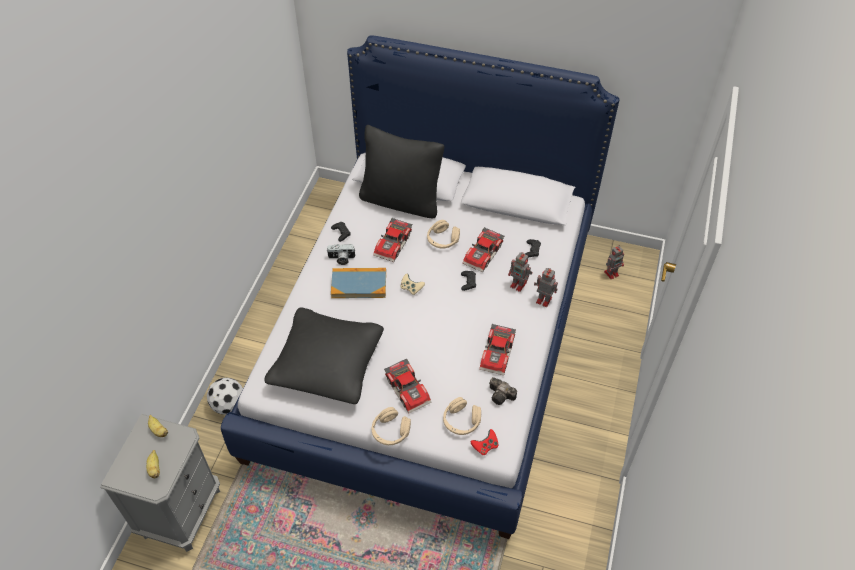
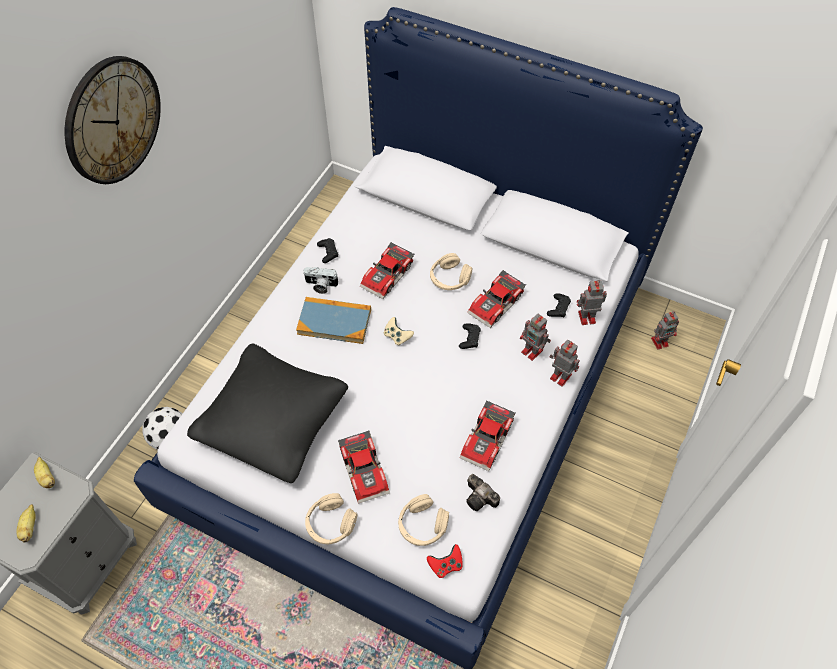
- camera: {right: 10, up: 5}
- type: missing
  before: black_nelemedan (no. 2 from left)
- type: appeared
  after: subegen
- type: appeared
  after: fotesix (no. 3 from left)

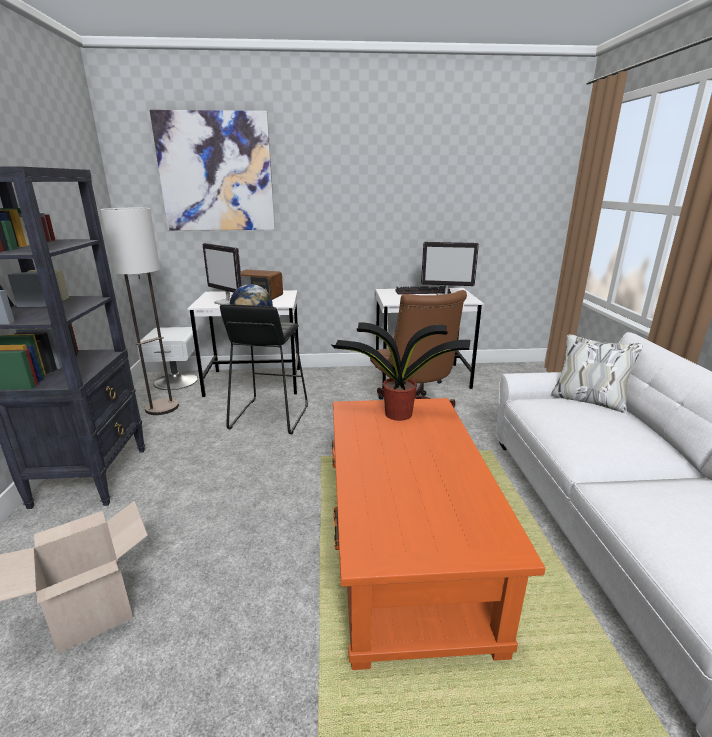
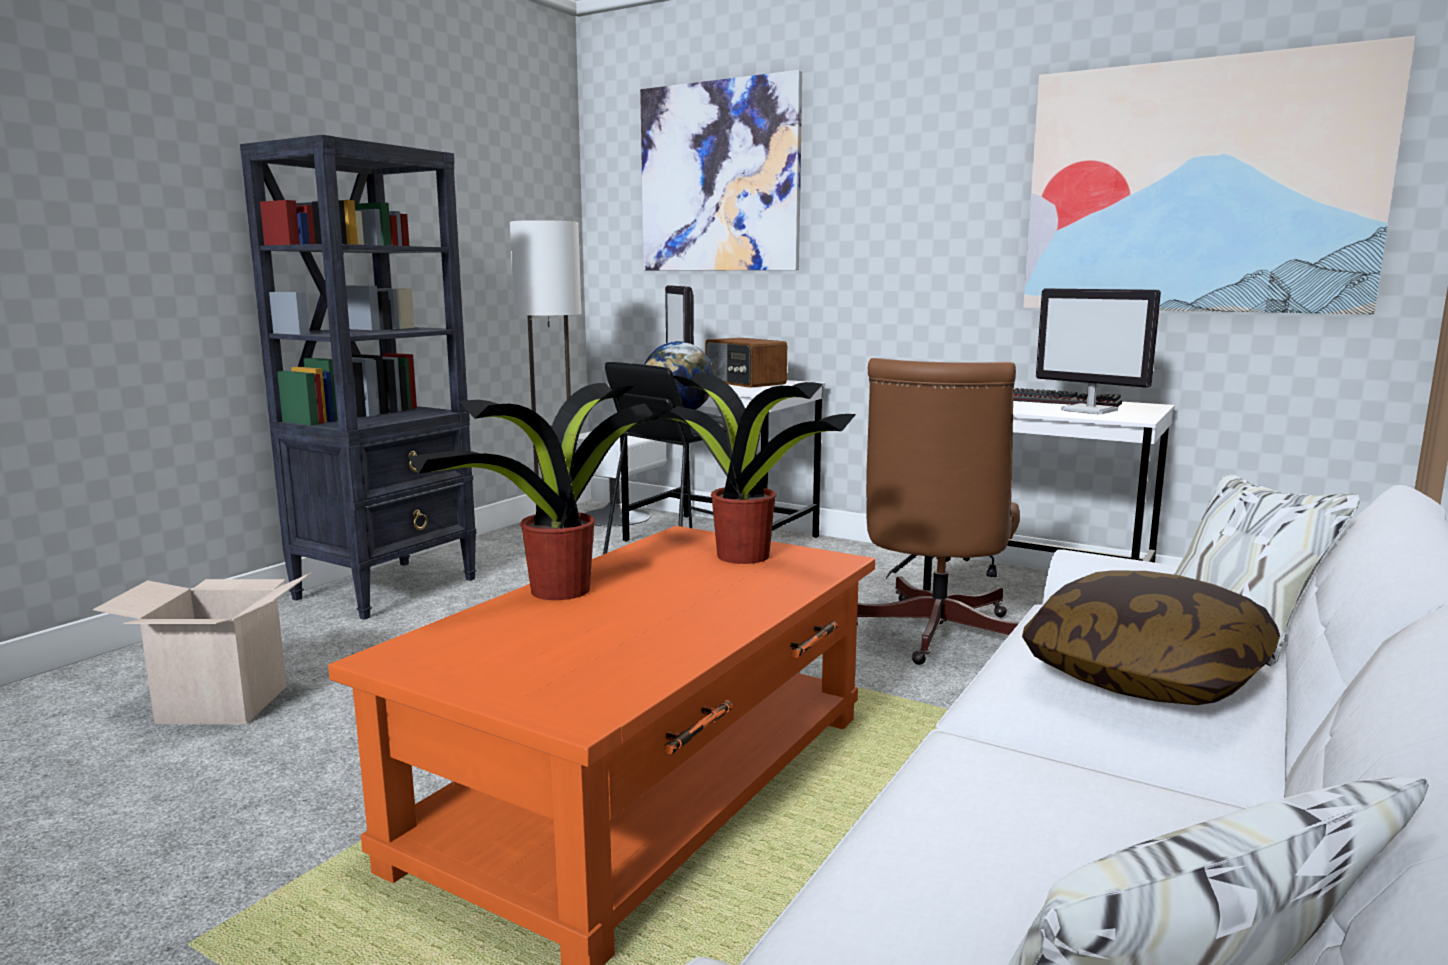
- camera: {right: 35, up: -10}
- type: appeared
  after: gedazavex (no. 2 from left)
- type: appeared
  after: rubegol (no. 1 from left)
- type: appeared
  after: nelemedan

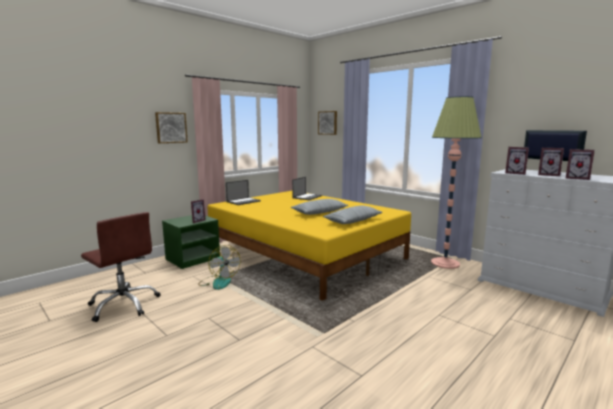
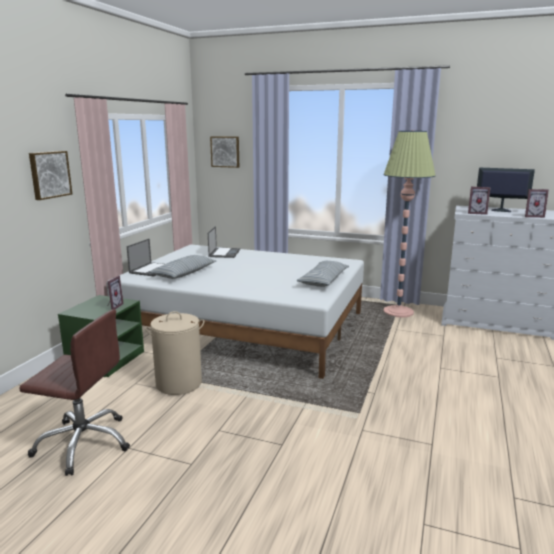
- camera: {right: -25, up: 5}
- type: missing
  before: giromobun (no. 3 from left)
- type: colour
  before: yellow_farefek
  after: white_farefek
- type: relocated
  before: nelemedan (no. 1 from left)
- type: exchanged
  before: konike
  after: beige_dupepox

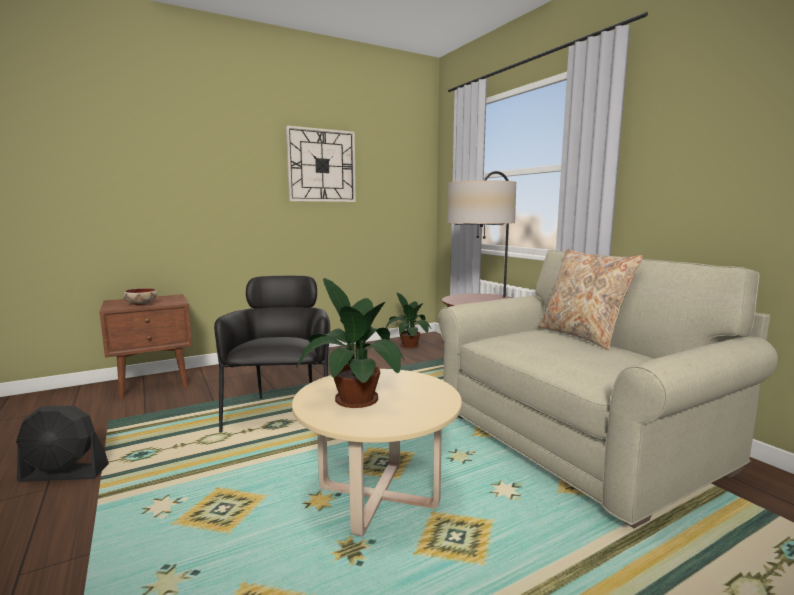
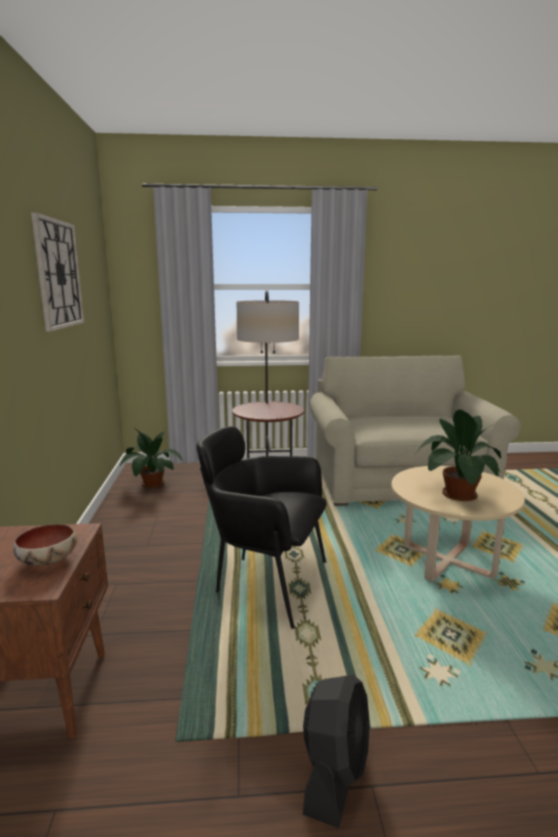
- camera: {right: -65, up: 5}
- type: missing
  before: beige_nelemedan

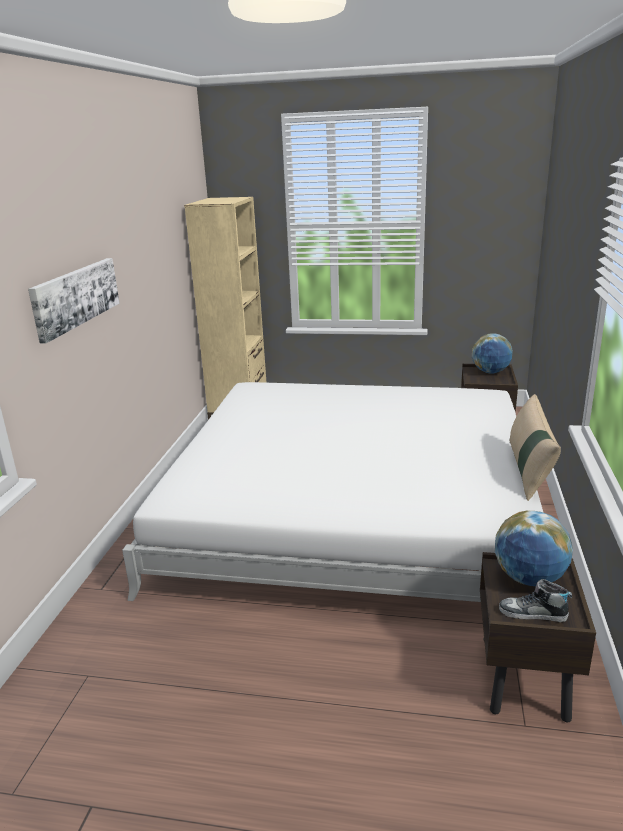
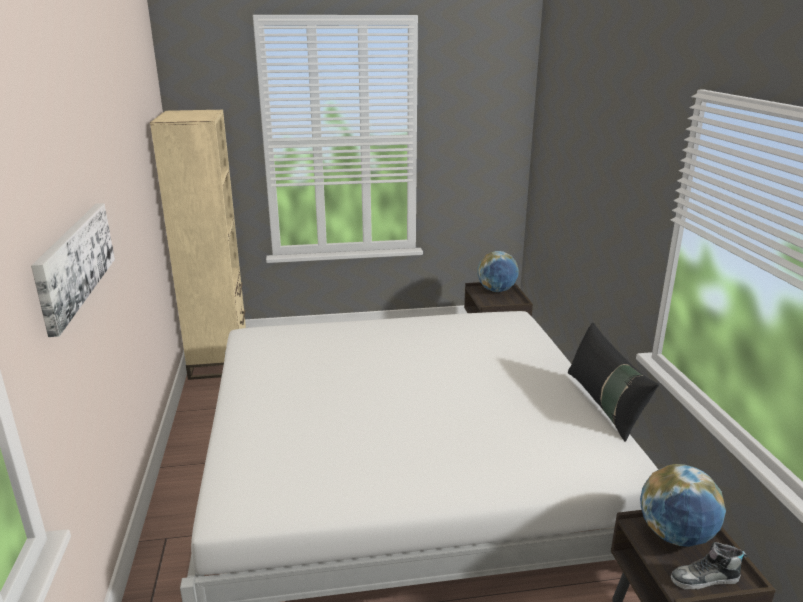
- camera: {right: -20, up: 0}
- type: colour
  before: beige_nelemedan
  after: black_nelemedan

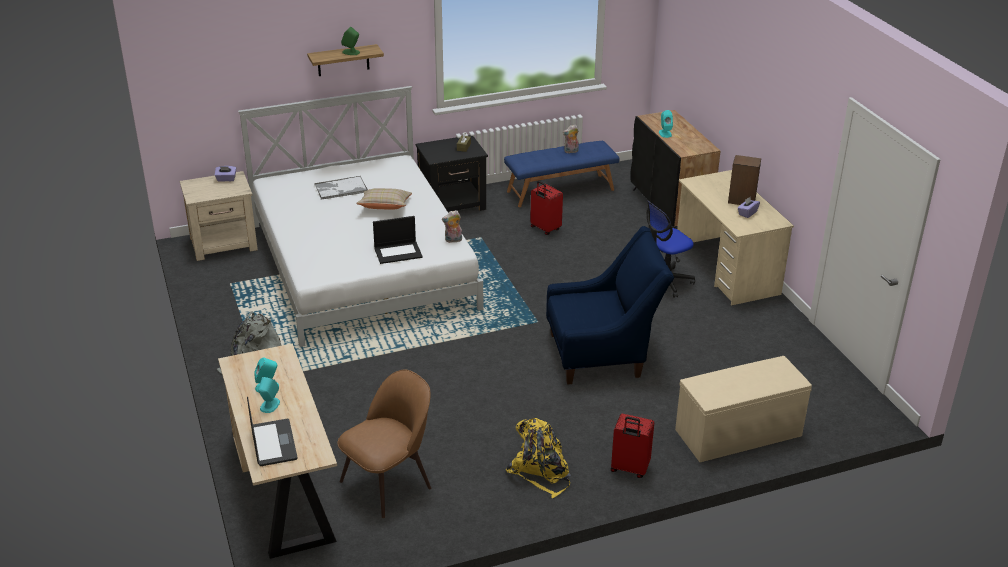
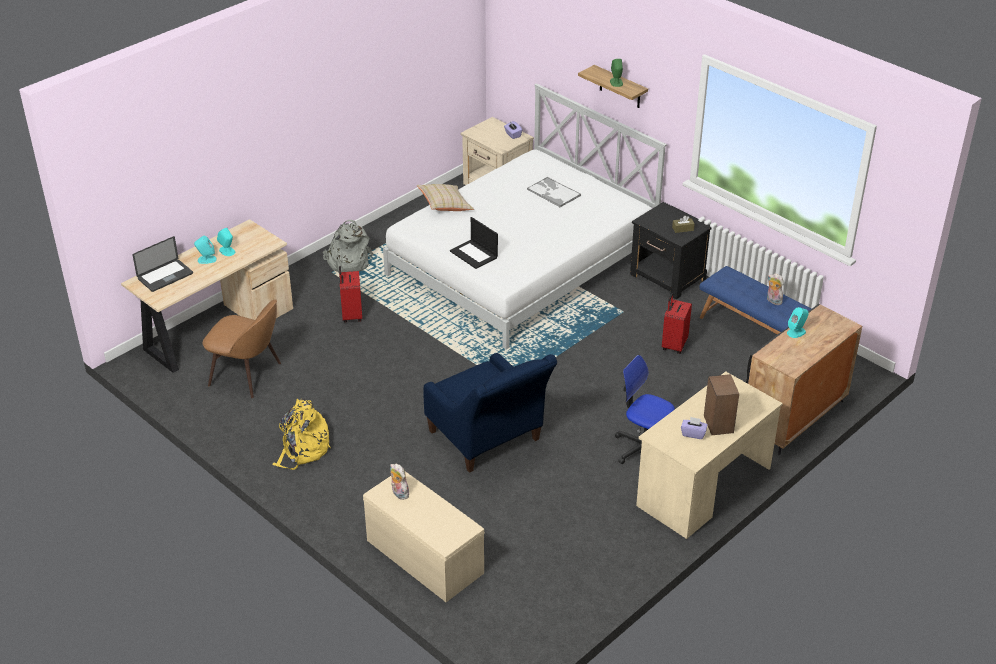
- camera: {right: 65, up: 5}
- type: relocated
  before: beige_nelemedan
- type: relocated
  before: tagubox (no. 1 from left)
- type: relocated
  before: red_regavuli (no. 2 from left in the first image)
  after: red_regavuli (no. 1 from left)

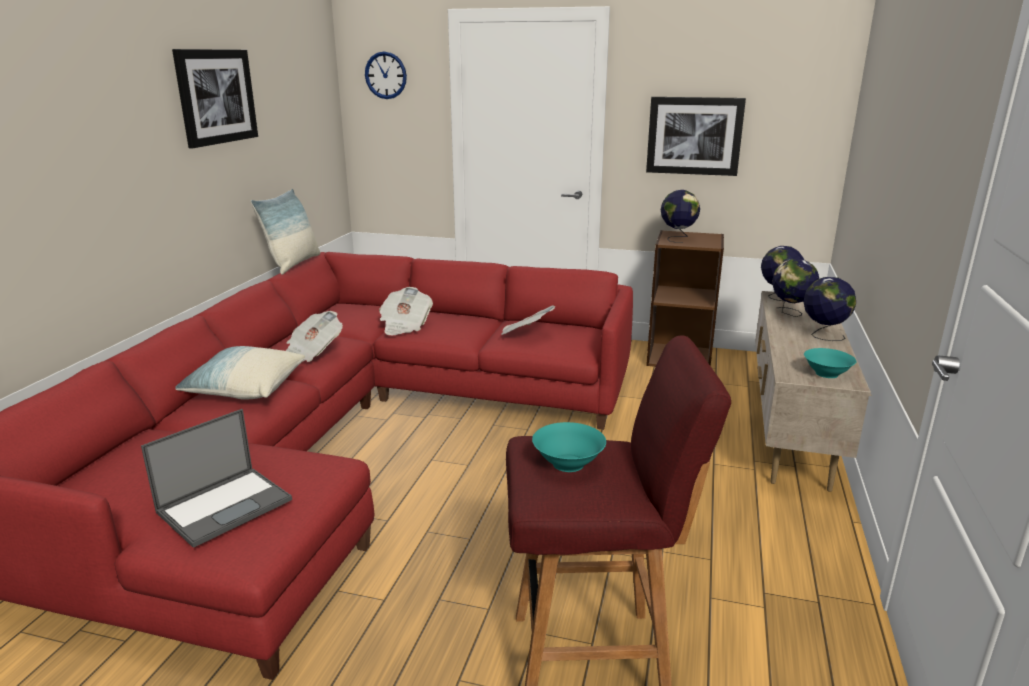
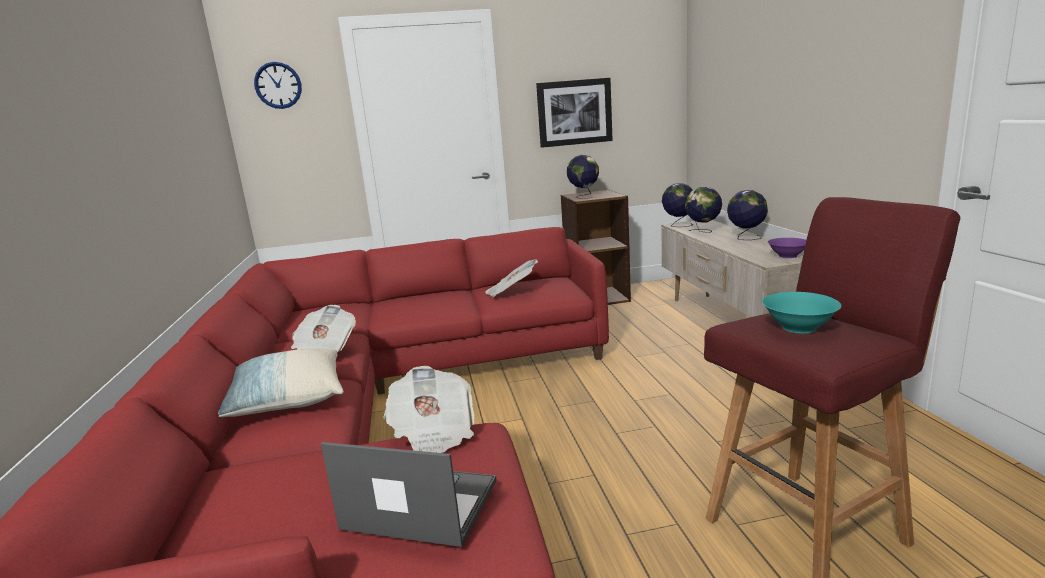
- camera: {right: -25, up: -5}
- type: missing
  before: gedazavex (no. 1 from left)
- type: missing
  before: nelemedan (no. 2 from left)
- type: relocated
  before: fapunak (no. 2 from left)
- type: colour
  before: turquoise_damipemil (no. 2 from left)
  after: purple_damipemil
- type: spun
  before: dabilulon
  turn: -90

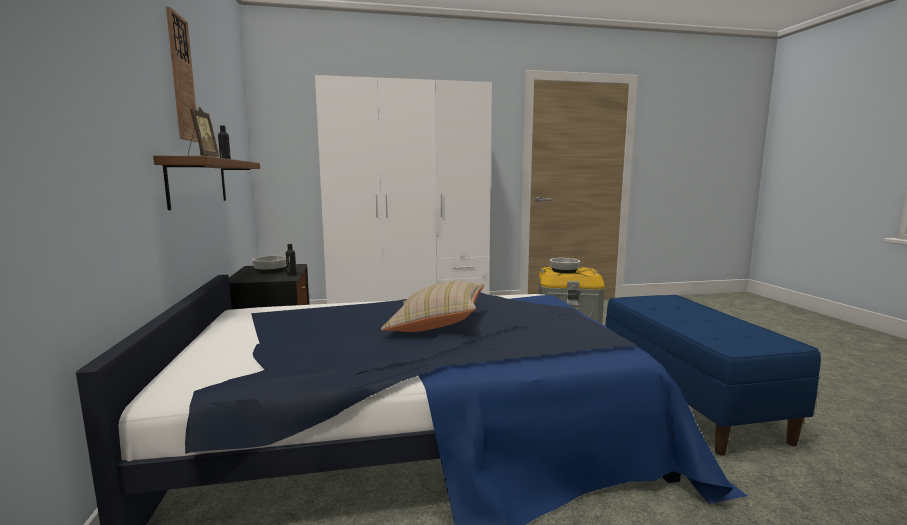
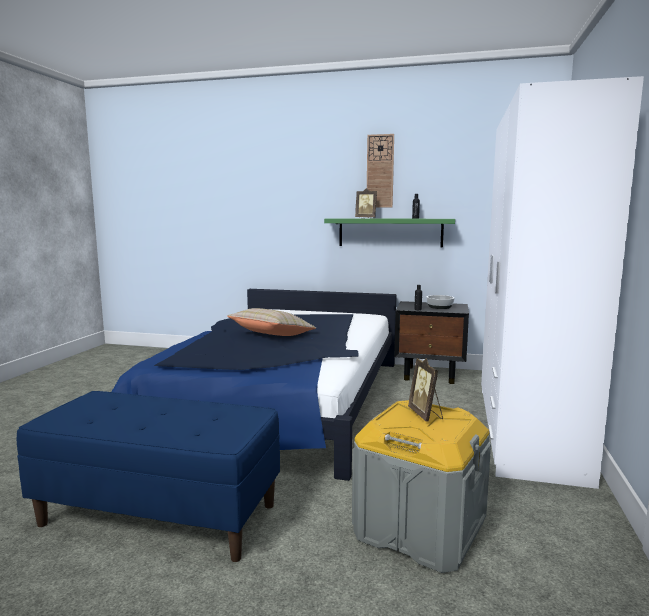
- camera: {right: 115, up: 0}
- type: colour
  before: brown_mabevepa
  after: green_mabevepa
- type: exchanged
  before: damipemil (no. 2 from left)
  after: giromobun (no. 2 from left)

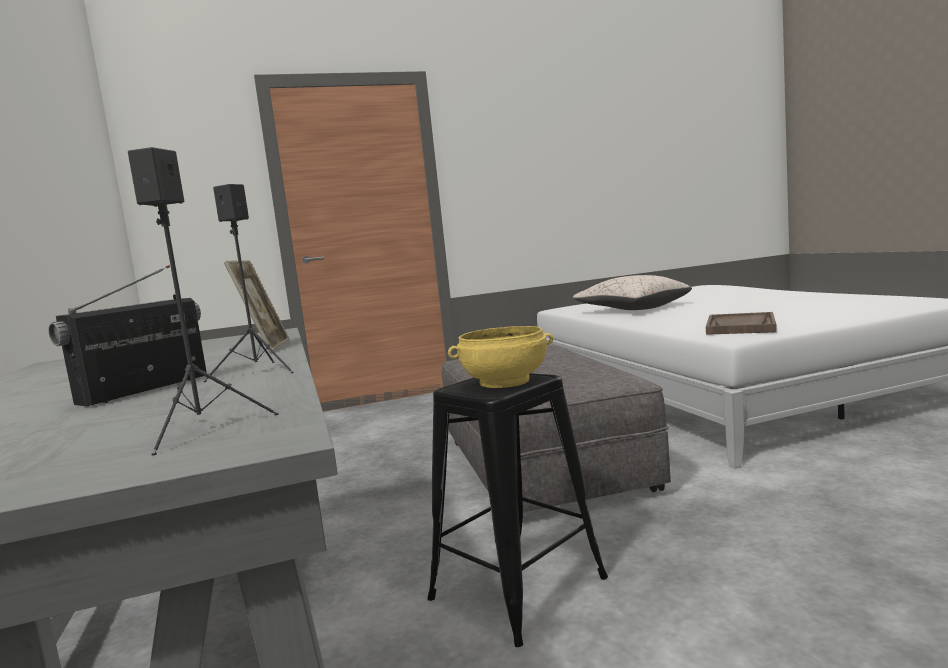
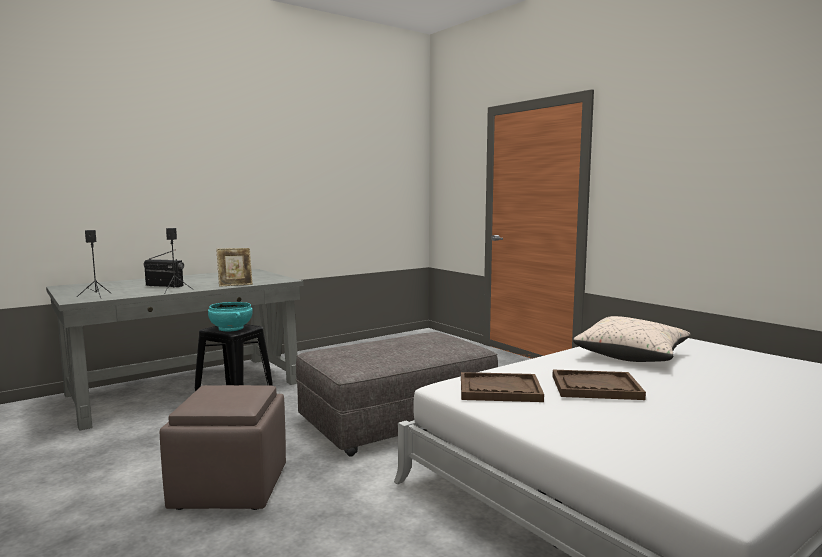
- camera: {right: 70, up: 0}
- type: colour
  before: yellow_damipemil
  after: turquoise_damipemil
- type: appeared
  after: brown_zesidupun (no. 2 from left)
- type: appeared
  after: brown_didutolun

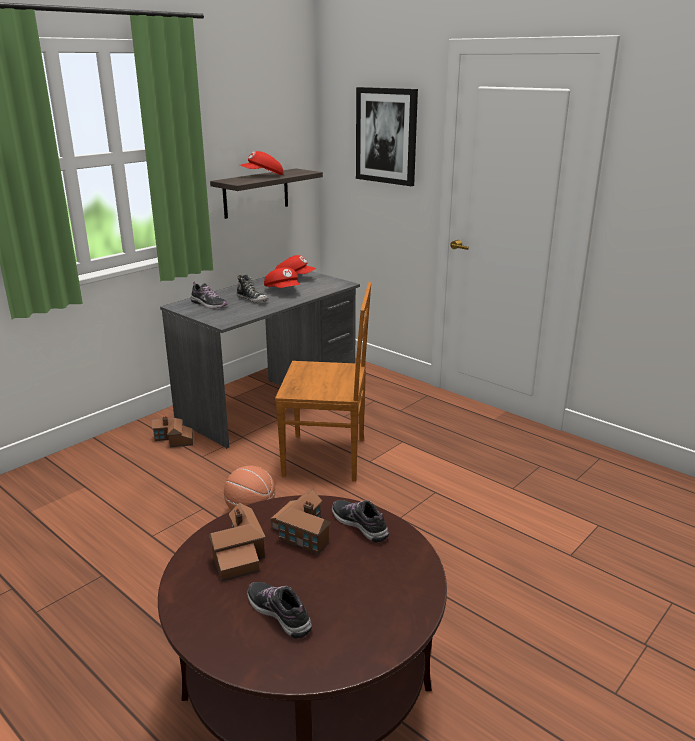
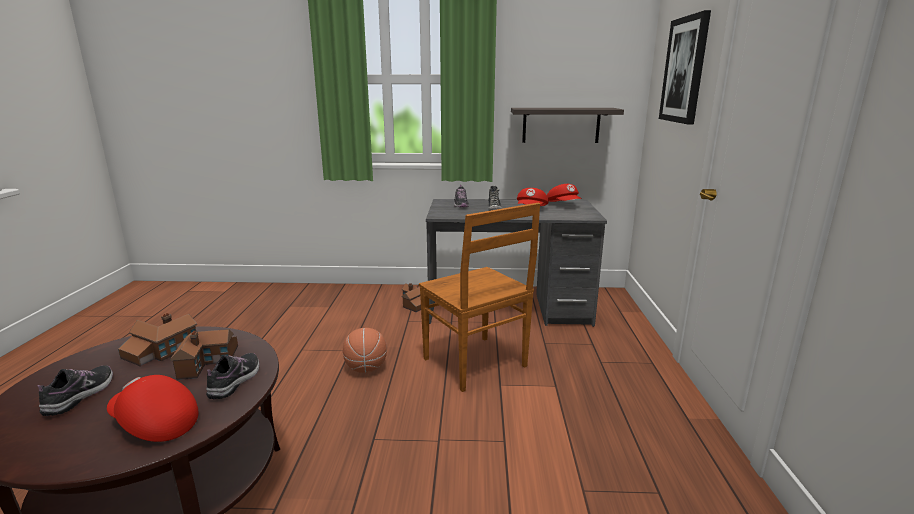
- camera: {right: 50, up: -5}
- type: relocated
  before: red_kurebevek (no. 1 from left)

